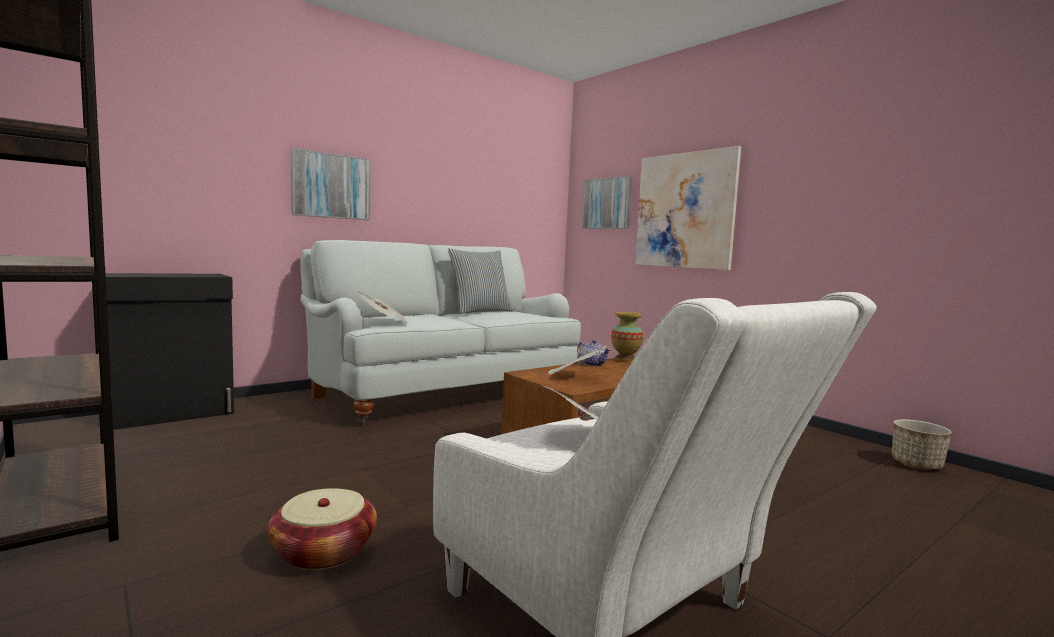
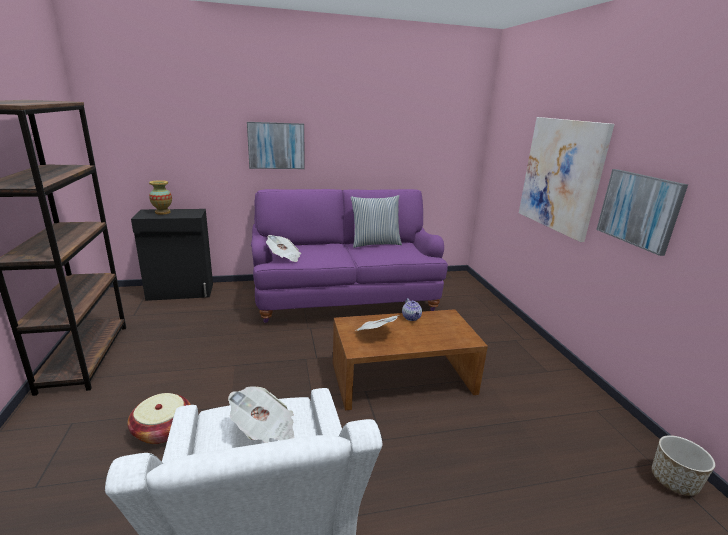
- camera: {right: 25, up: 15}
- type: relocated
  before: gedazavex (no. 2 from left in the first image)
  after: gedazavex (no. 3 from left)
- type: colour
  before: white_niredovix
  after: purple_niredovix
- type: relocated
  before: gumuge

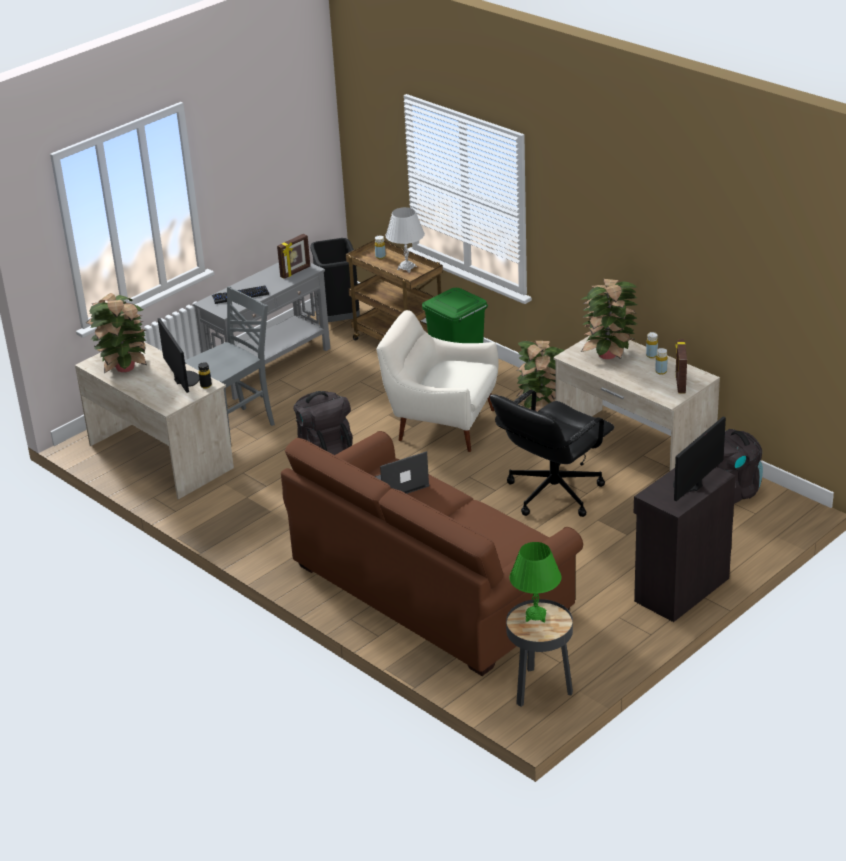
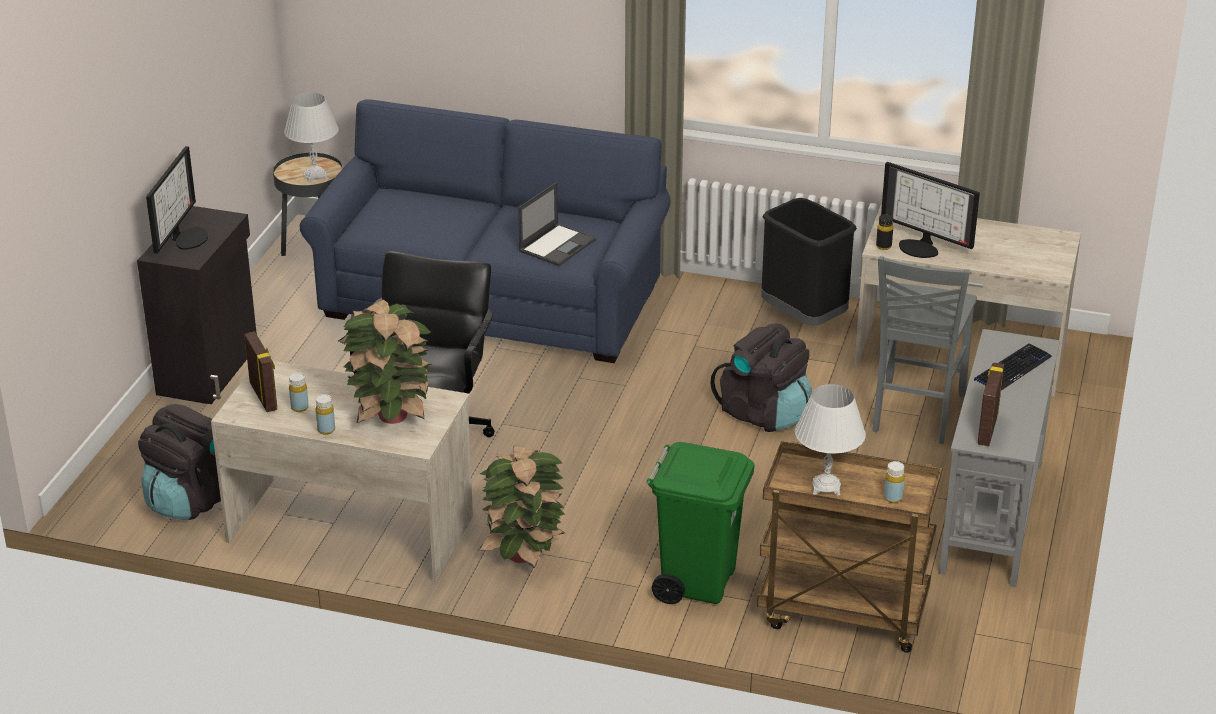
- camera: {right: 150, up: 0}
- type: relocated
  before: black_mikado
- type: missing
  before: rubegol (no. 1 from left)
- type: missing
  before: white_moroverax
- type: colour
  before: brown_niredovix
  after: blue_niredovix
- type: colour
  before: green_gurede
  after: white_gurede (no. 1 from left)

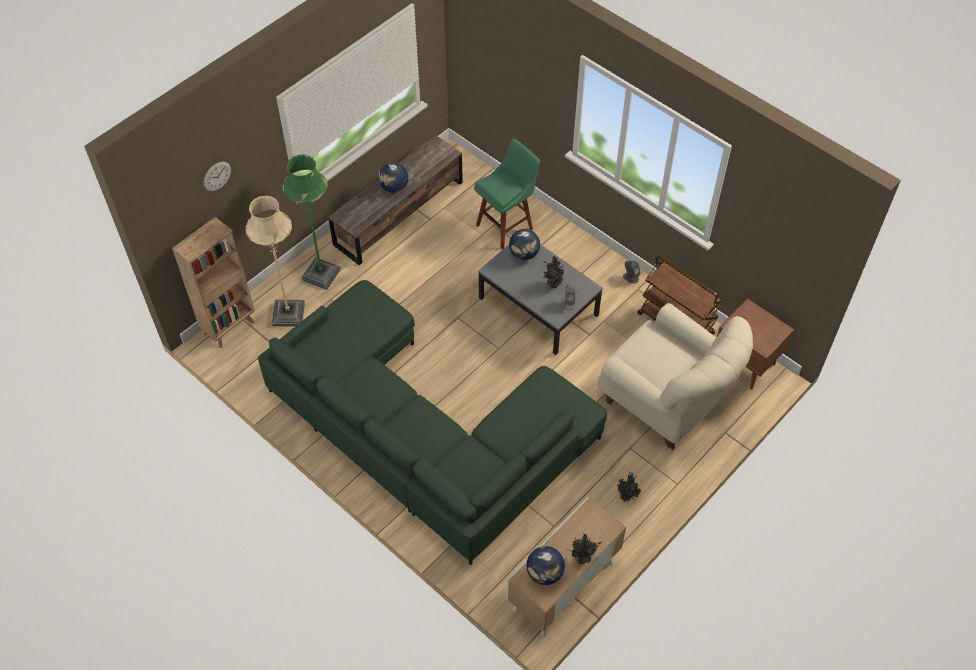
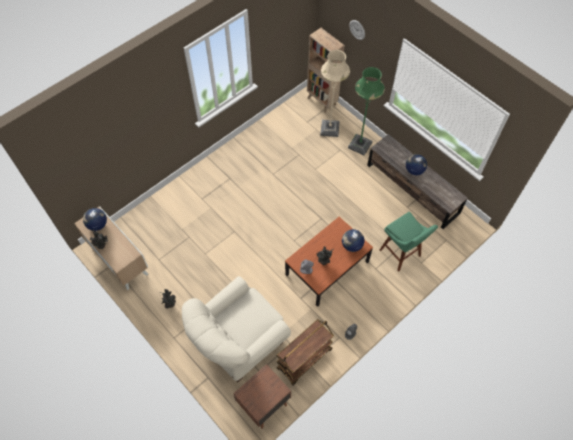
- camera: {right: 95, up: 5}
- type: colour
  before: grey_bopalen
  after: brown_bopalen
- type: missing
  before: green_niredovix

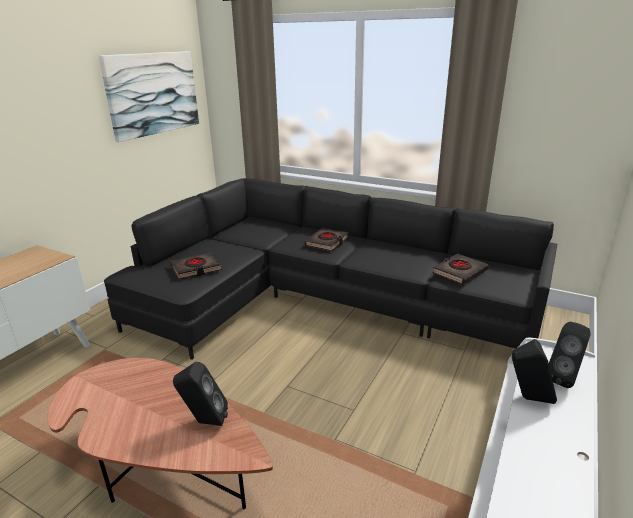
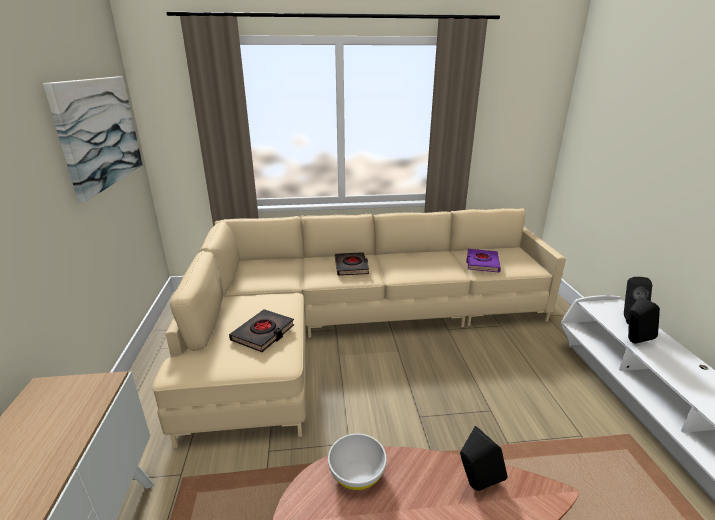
- camera: {right: -35, up: 0}
- type: colour
  before: black_niredovix
  after: beige_niredovix
- type: colour
  before: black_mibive (no. 3 from left)
  after: purple_mibive
- type: appeared
  after: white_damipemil

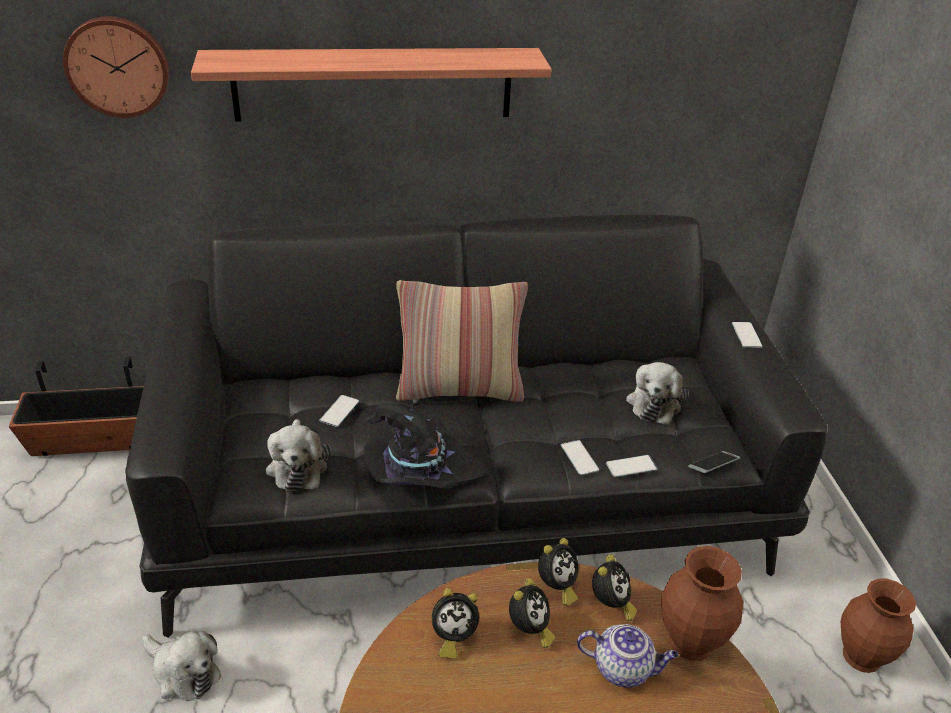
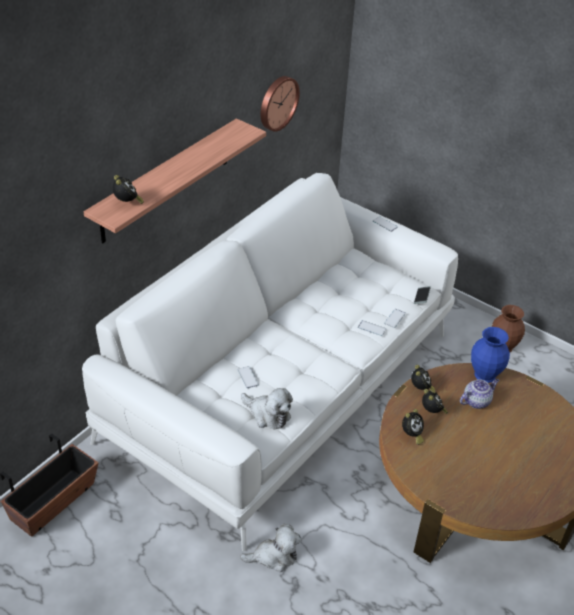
- camera: {right: -45, up: 5}
- type: relocated
  before: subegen
- type: colour
  before: black_niredovix
  after: white_niredovix
- type: missing
  before: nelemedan
- type: missing
  before: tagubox (no. 3 from left)
- type: missing
  before: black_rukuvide
- type: colour
  before: brown_gumuge (no. 1 from left)
  after: blue_gumuge
- type: relocated
  before: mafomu (no. 4 from left in the first image)
  after: mafomu (no. 1 from left)

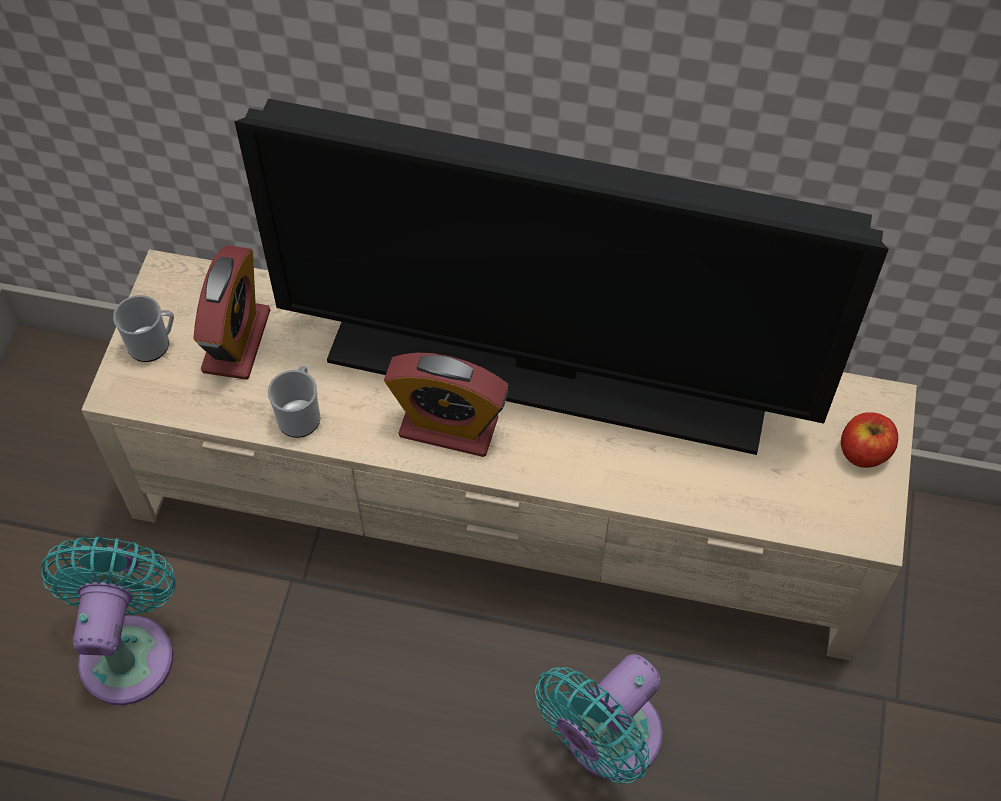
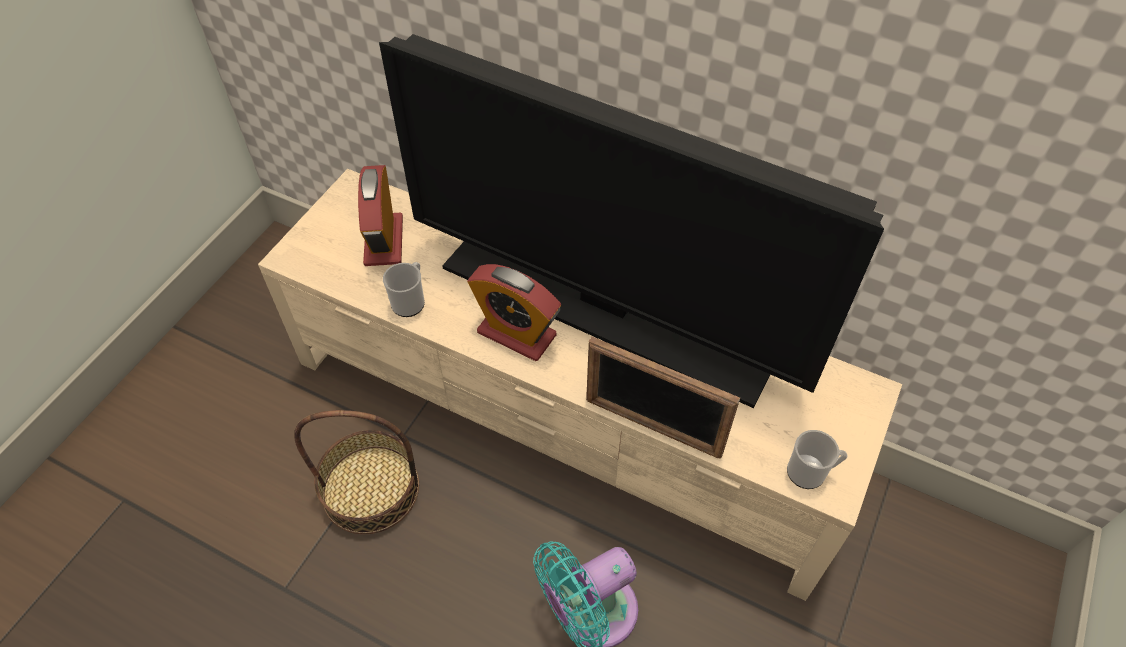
- camera: {right: 15, up: -5}
- type: spun
  before: mafomu (no. 1 from left)
  turn: 150
- type: relocated
  before: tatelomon (no. 1 from left in the first image)
  after: tatelomon (no. 2 from left)
- type: missing
  before: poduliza
- type: missing
  before: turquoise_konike (no. 1 from left)
- type: appeared
  after: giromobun
- type: appeared
  after: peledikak

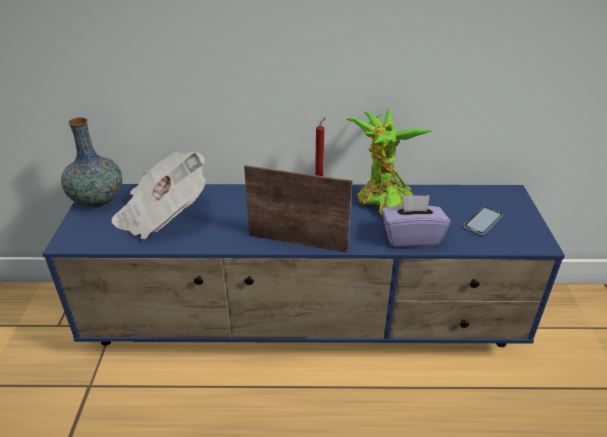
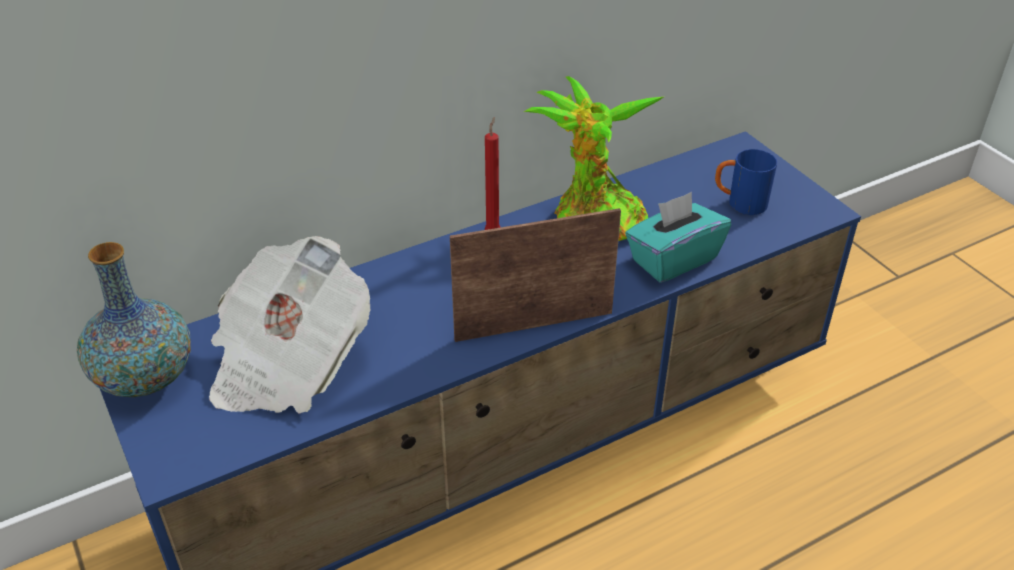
- camera: {right: -30, up: 5}
- type: colour
  before: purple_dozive
  after: turquoise_dozive
- type: exchanged
  before: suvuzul
  after: blue_tatelomon

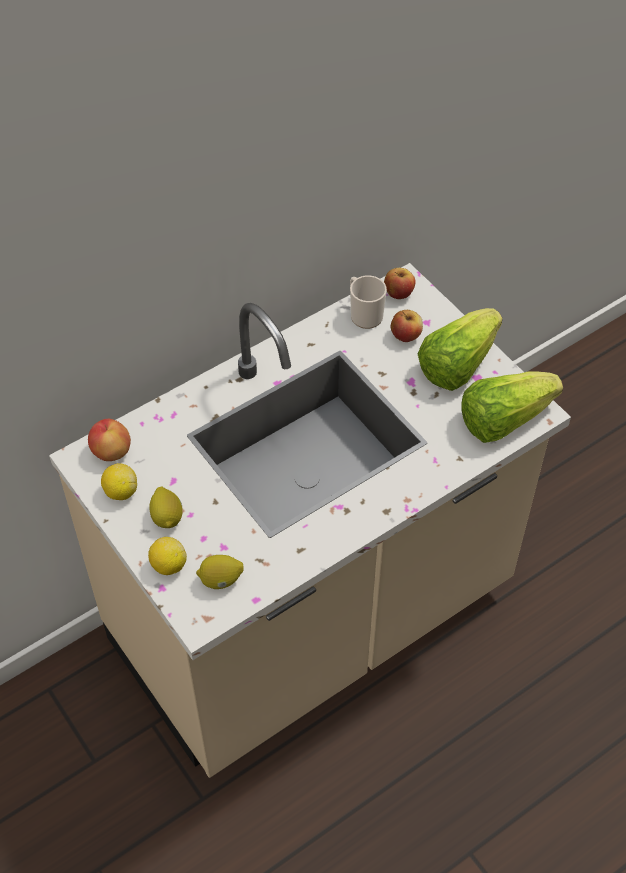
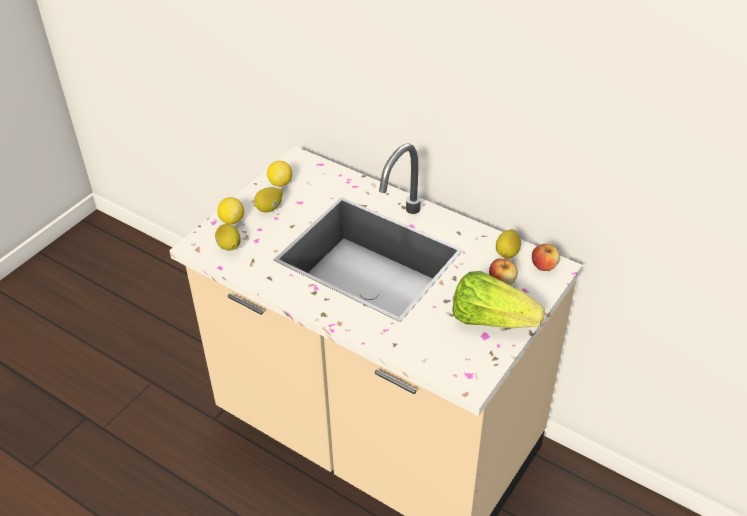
- camera: {right: 70, up: -10}
- type: exchanged
  before: tatelomon
  after: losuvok (no. 5 from left)
- type: missing
  before: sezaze (no. 2 from left)
- type: missing
  before: poduliza (no. 1 from left)

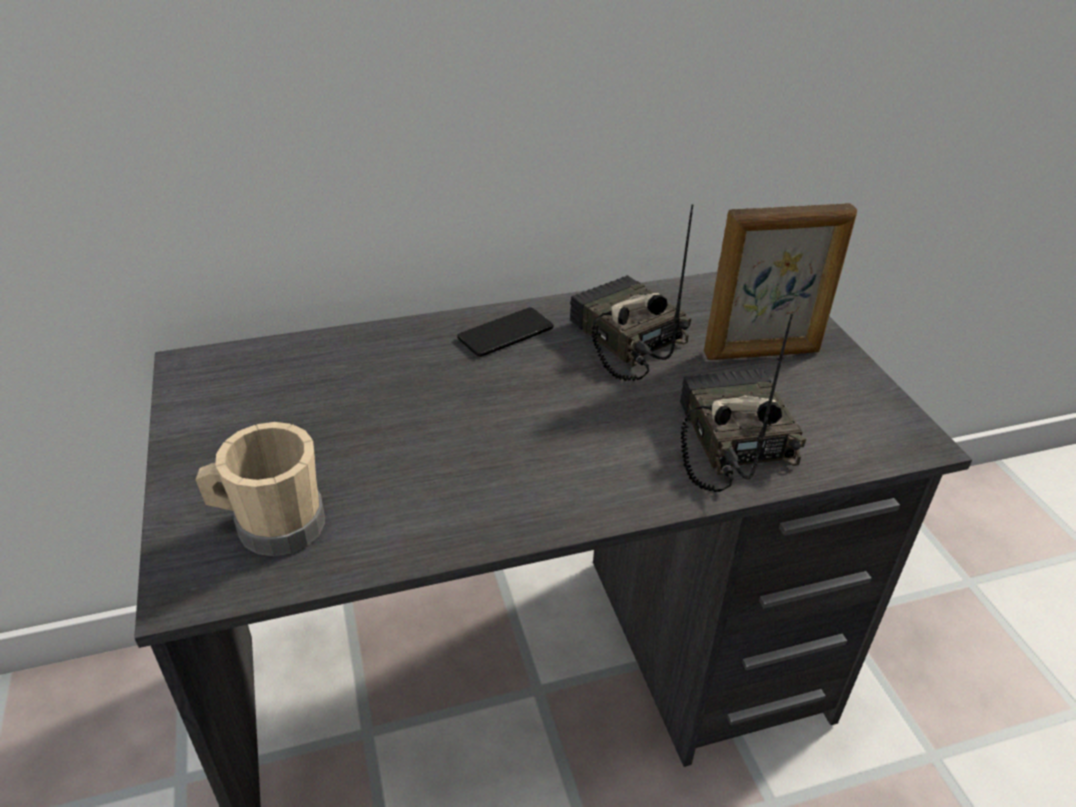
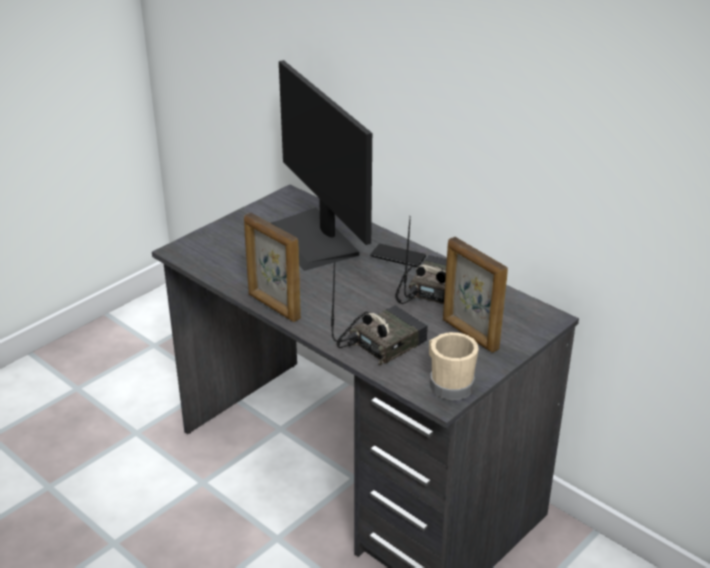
- camera: {right: 60, up: -5}
- type: relocated
  before: beige_tatelomon
- type: appeared
  after: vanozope
- type: appeared
  after: giromobun (no. 1 from left)

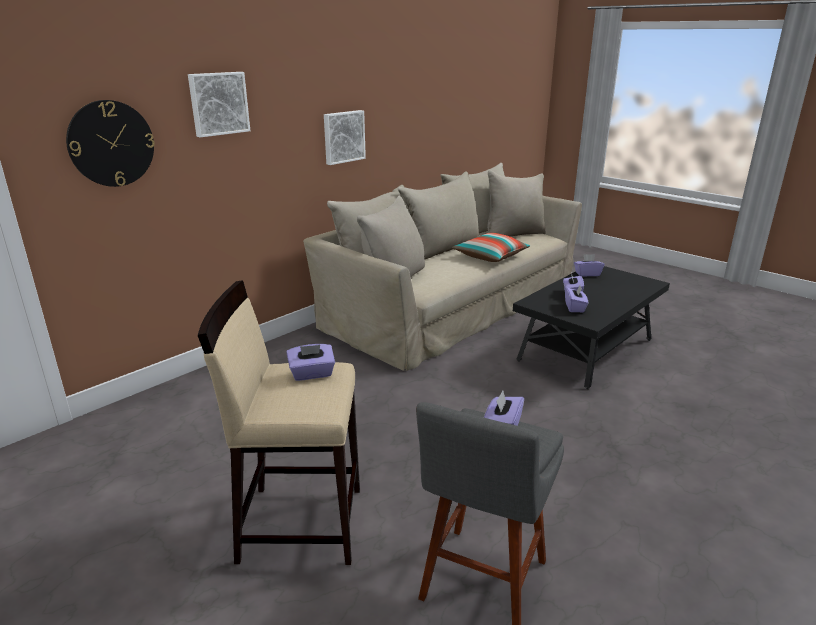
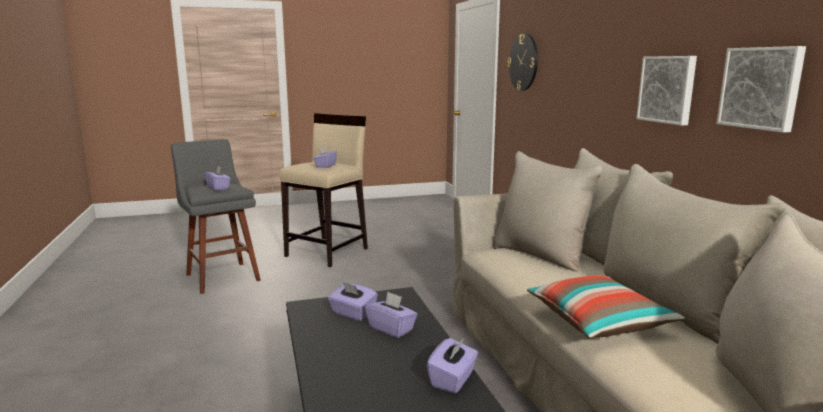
- camera: {right: 120, up: -10}
- type: relocated
  before: gedazavex (no. 1 from left in the first image)
  after: gedazavex (no. 2 from left)

